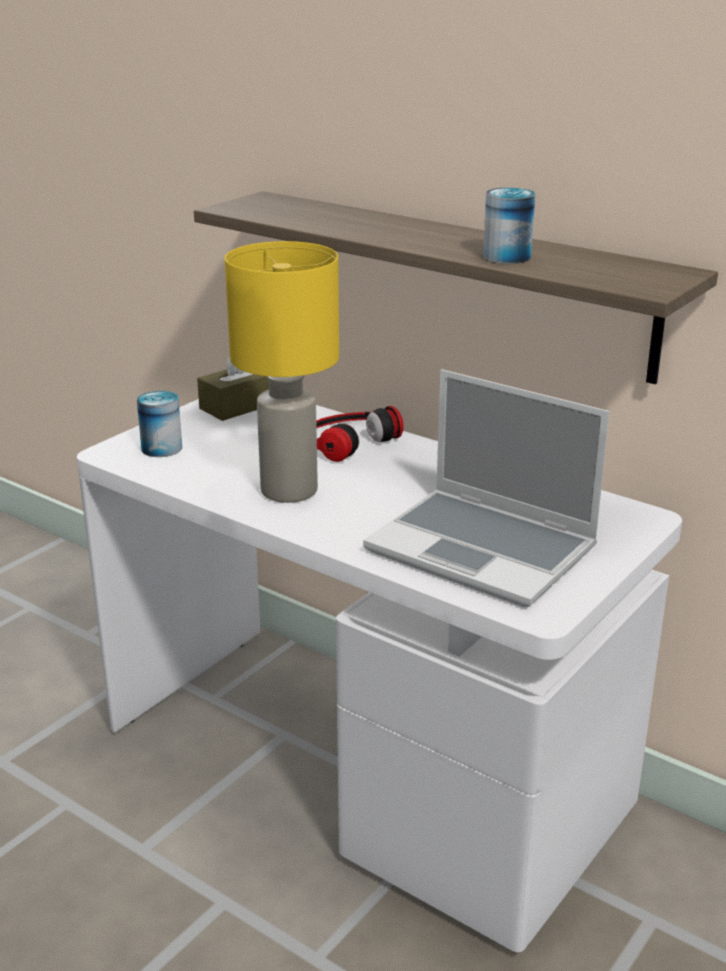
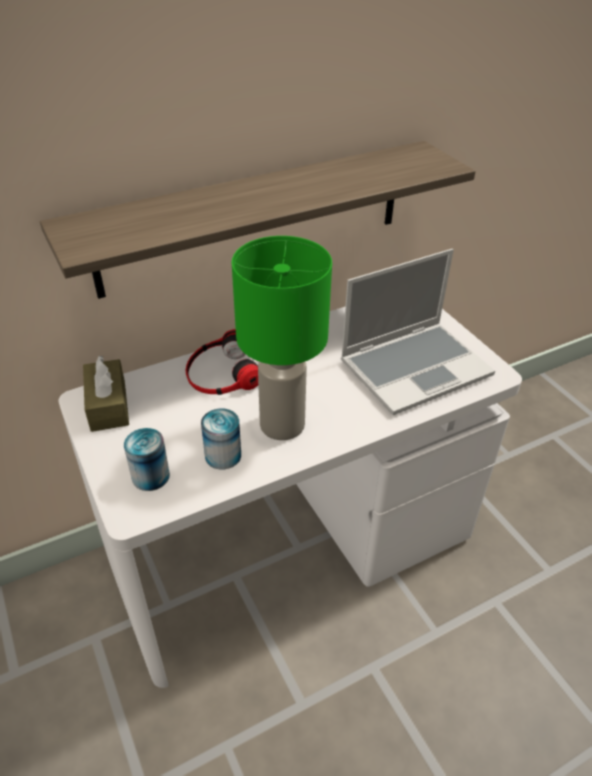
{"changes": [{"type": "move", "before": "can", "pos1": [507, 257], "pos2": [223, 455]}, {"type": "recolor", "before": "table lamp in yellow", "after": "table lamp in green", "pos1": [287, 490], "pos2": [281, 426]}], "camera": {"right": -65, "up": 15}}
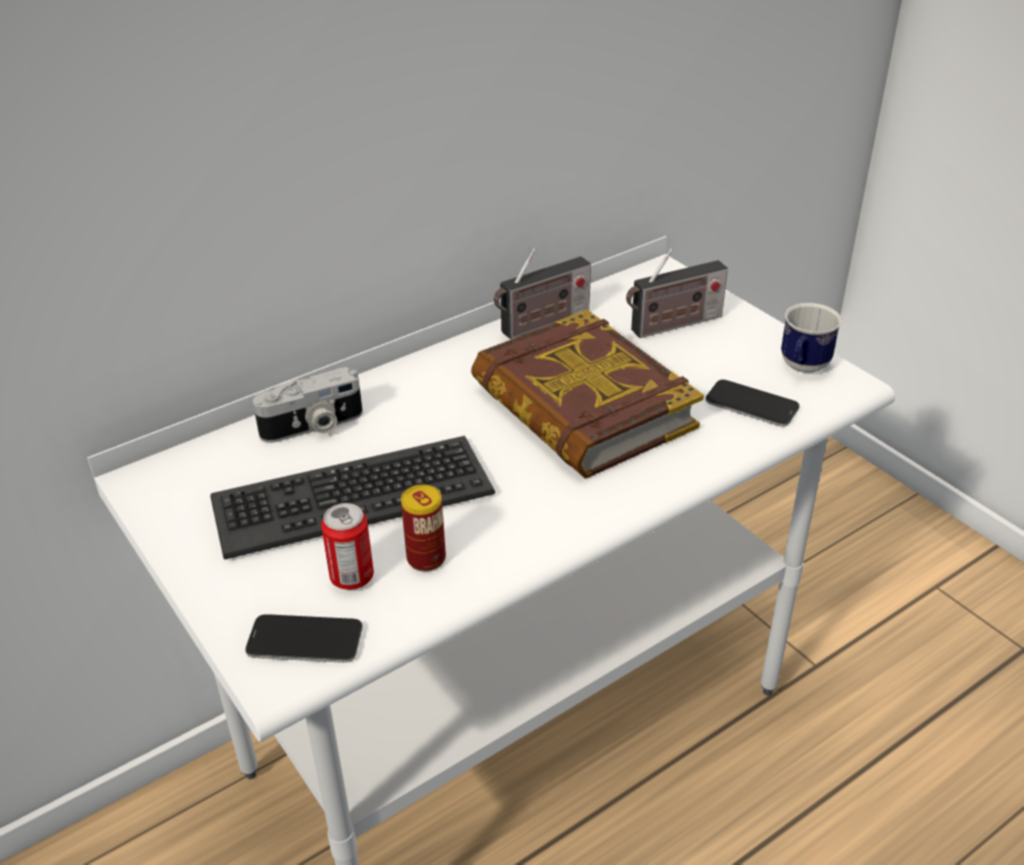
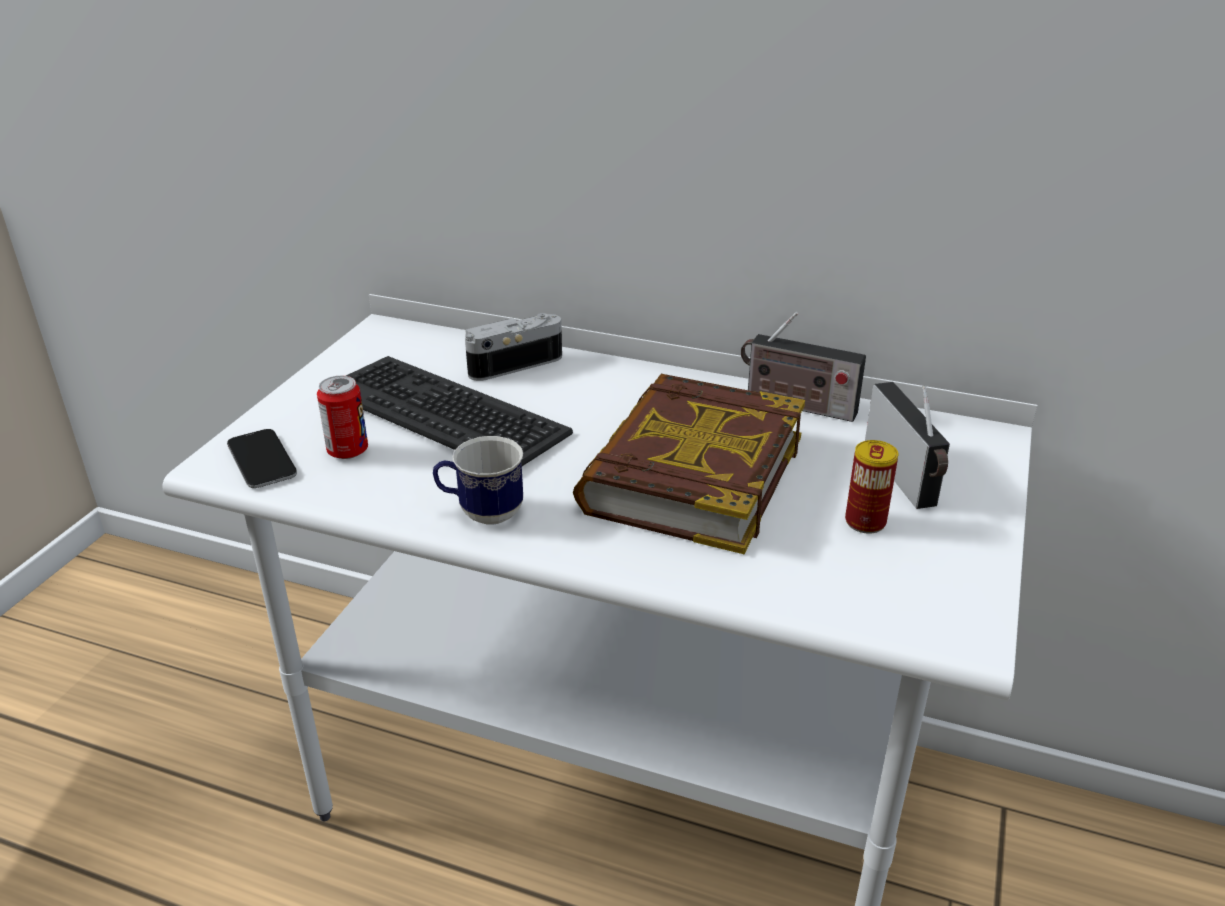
{"changes": [{"type": "rotate", "before": "radio", "pos1": [673, 325], "pos2": [903, 477], "turn": -135}, {"type": "move", "before": "mug", "pos1": [802, 368], "pos2": [482, 513]}, {"type": "rotate", "before": "photo camera", "pos1": [313, 427], "pos2": [513, 363], "turn": 120}, {"type": "delete", "before": "phone", "pos1": [751, 405]}, {"type": "move", "before": "can", "pos1": [426, 558], "pos2": [865, 522]}], "camera": {"right": 55, "up": -5}}
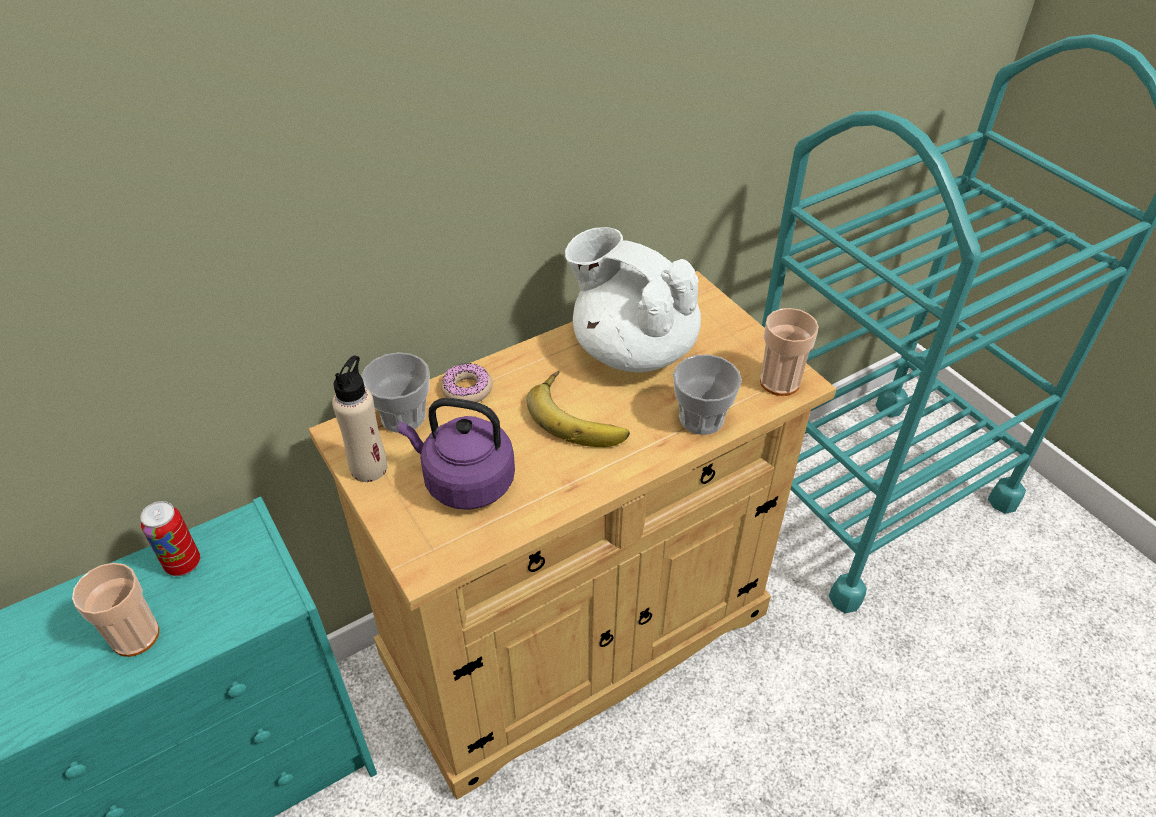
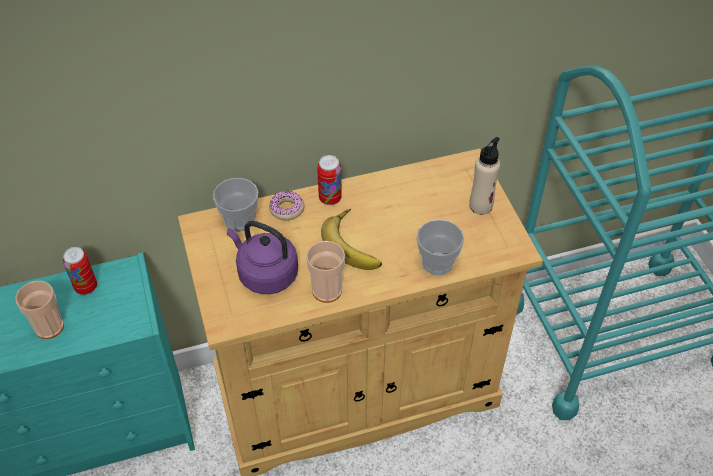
{"changes": [{"type": "delete", "before": "teapot in white", "pos1": [632, 349]}, {"type": "move", "before": "cup", "pos1": [779, 382], "pos2": [327, 290]}, {"type": "move", "before": "bottle in beige", "pos1": [369, 468], "pos2": [481, 206]}, {"type": "insert", "after": "can", "pos2": [330, 198]}], "camera": {"right": 15, "up": 5}}
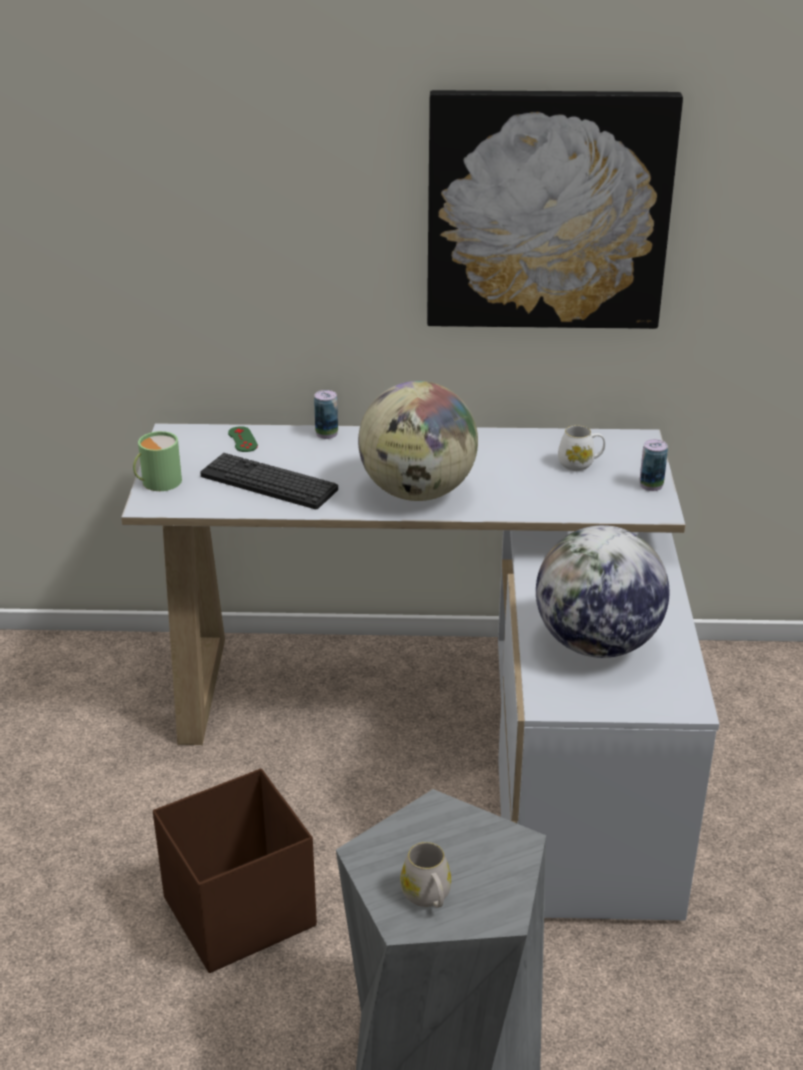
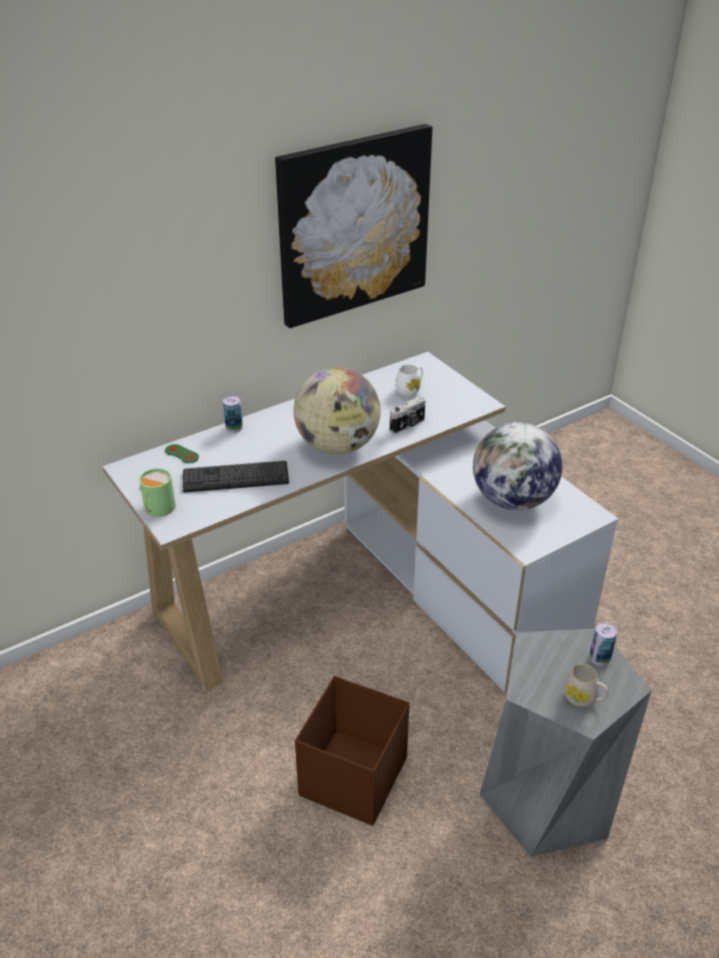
{"changes": [{"type": "move", "before": "can", "pos1": [651, 485], "pos2": [599, 658]}, {"type": "insert", "after": "photo camera", "pos2": [408, 426]}], "camera": {"right": -35, "up": 5}}
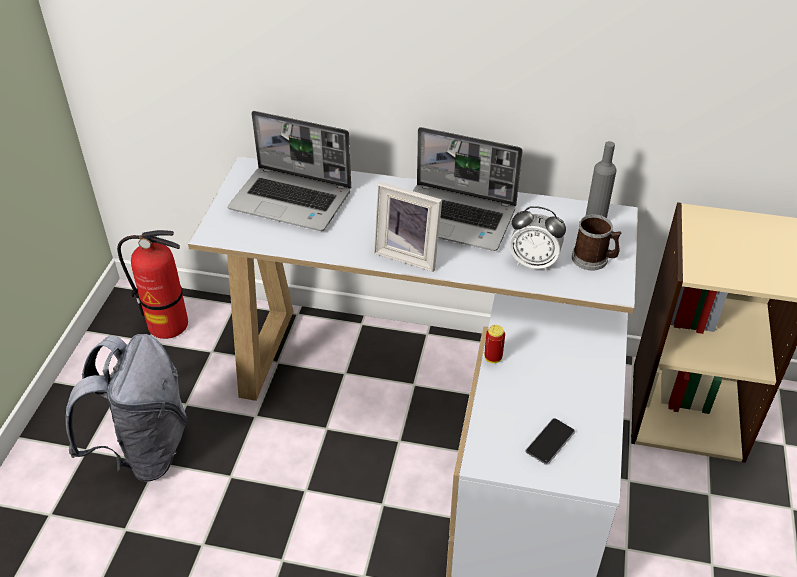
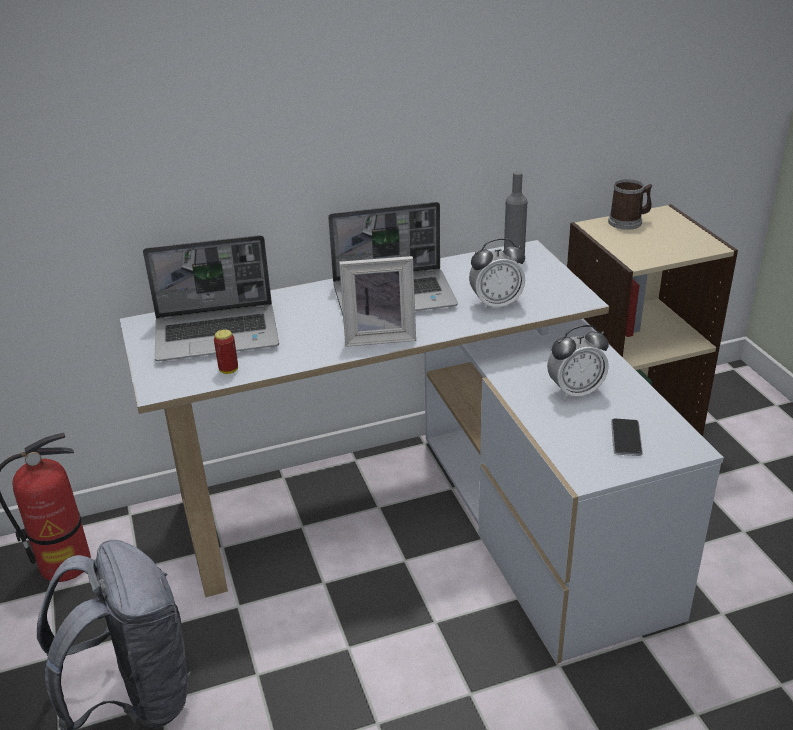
{"changes": [{"type": "move", "before": "mug", "pos1": [594, 259], "pos2": [629, 222]}, {"type": "move", "before": "can", "pos1": [493, 358], "pos2": [228, 370]}, {"type": "insert", "after": "alarm clock", "pos2": [575, 391]}], "camera": {"right": -30, "up": -10}}
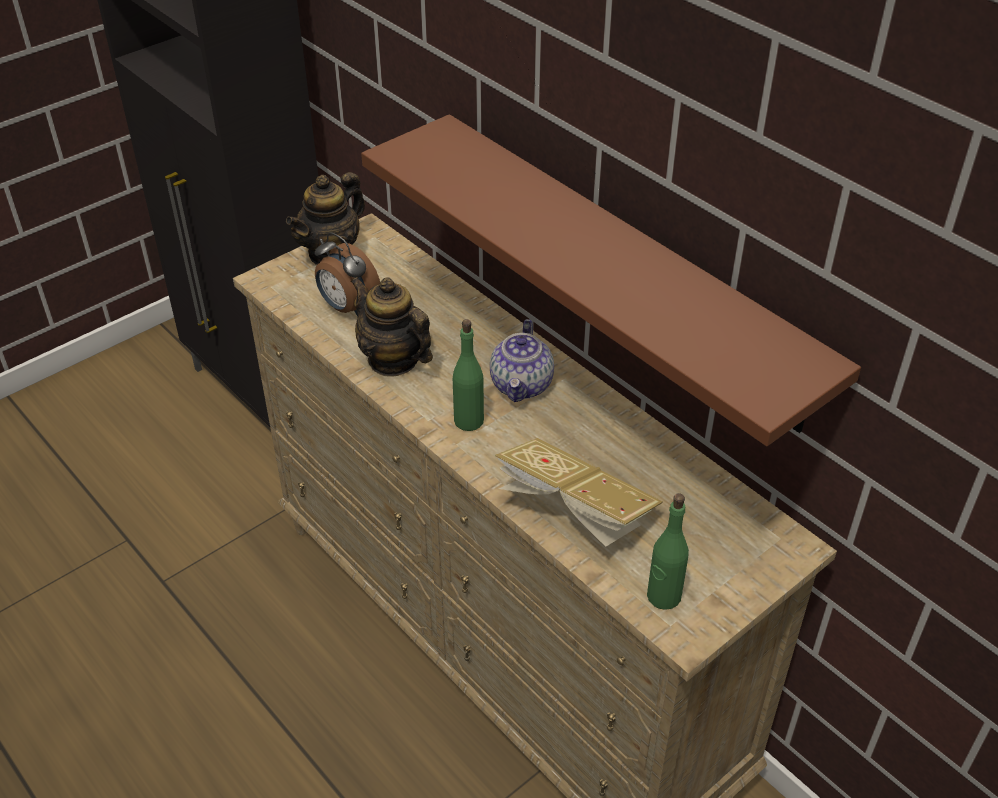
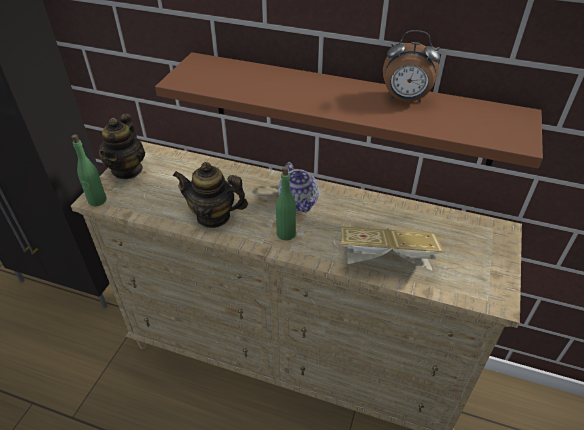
{"changes": [{"type": "move", "before": "alarm clock", "pos1": [347, 307], "pos2": [405, 99]}, {"type": "move", "before": "bottle in green", "pos1": [663, 596], "pos2": [97, 200]}], "camera": {"right": -30, "up": 0}}
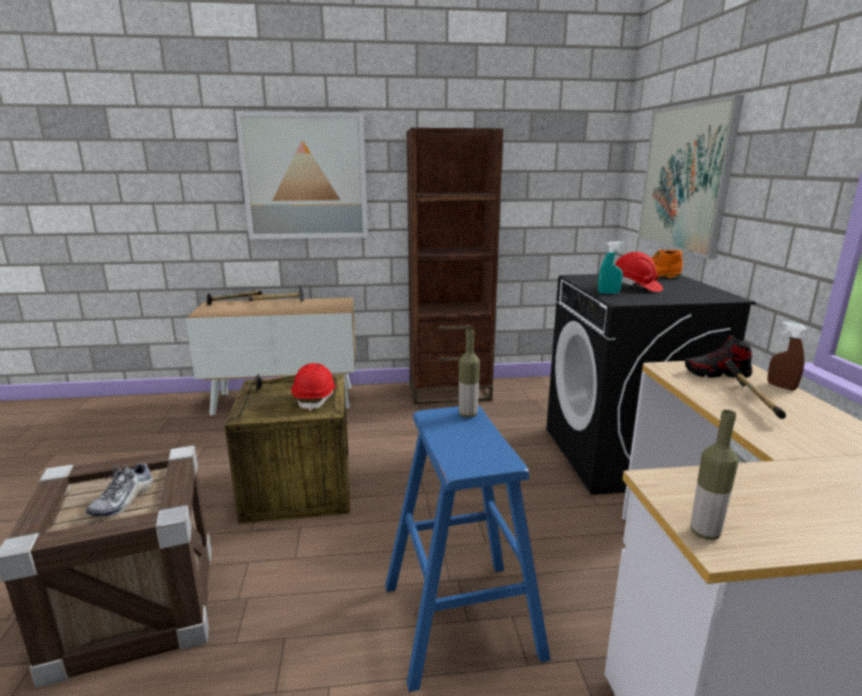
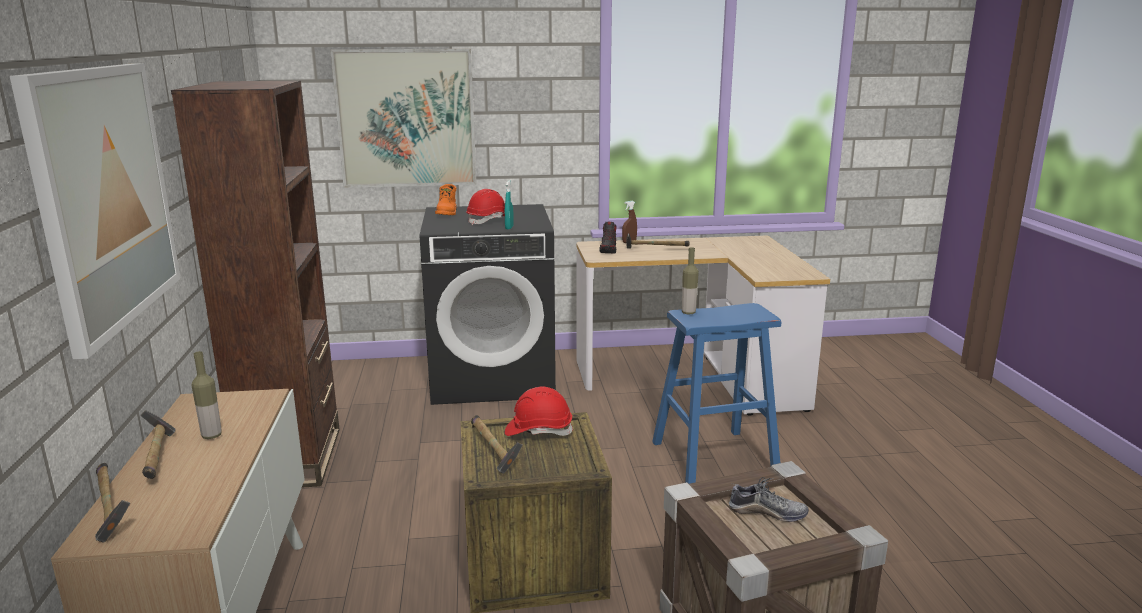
{"changes": [{"type": "move", "before": "bottle", "pos1": [705, 532], "pos2": [211, 436]}], "camera": {"right": -90, "up": 0}}
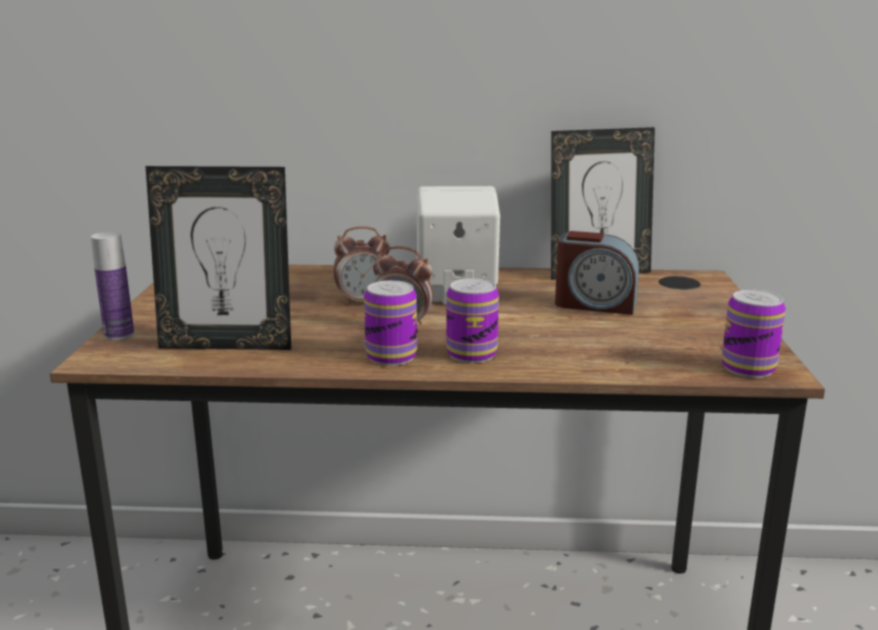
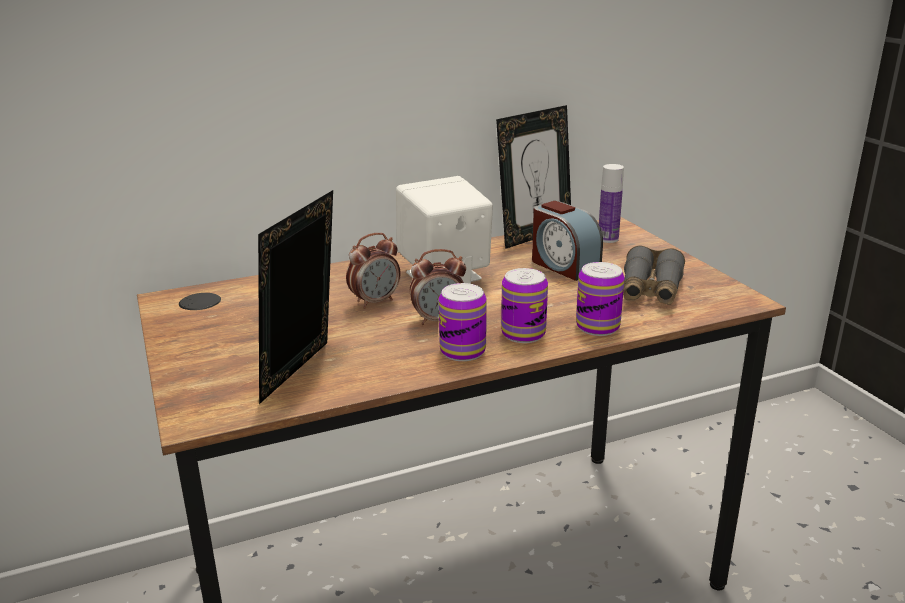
{"changes": [{"type": "rotate", "before": "picture frame", "pos1": [227, 344], "pos2": [304, 373], "turn": 135}, {"type": "rotate", "before": "alarm clock", "pos1": [595, 304], "pos2": [563, 266], "turn": 60}, {"type": "move", "before": "bottle", "pos1": [119, 335], "pos2": [608, 239]}, {"type": "move", "before": "can", "pos1": [748, 368], "pos2": [597, 327]}, {"type": "insert", "after": "binoculars in grey", "pos2": [650, 289]}], "camera": {"right": -25, "up": 5}}
